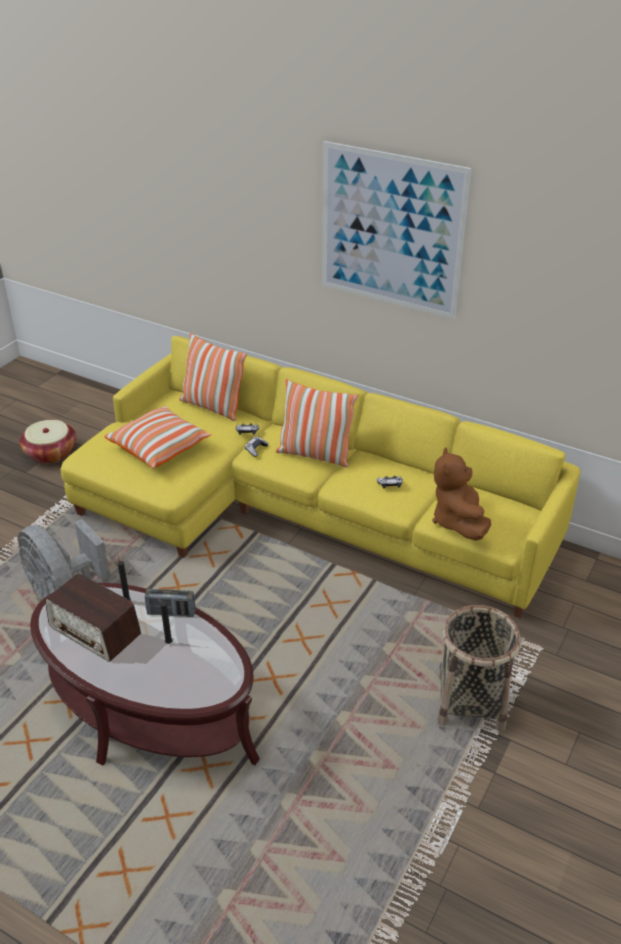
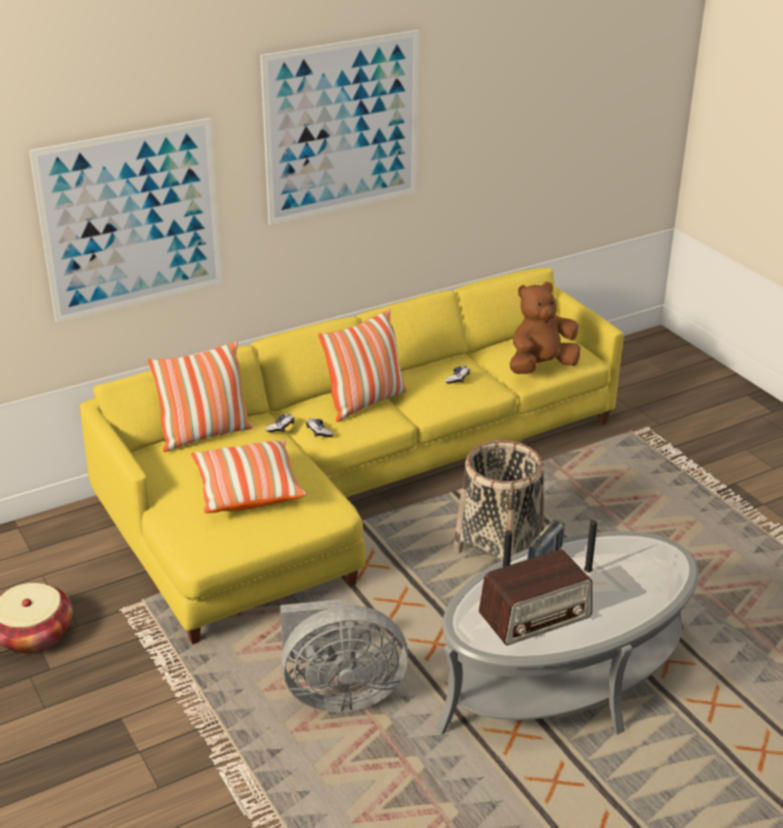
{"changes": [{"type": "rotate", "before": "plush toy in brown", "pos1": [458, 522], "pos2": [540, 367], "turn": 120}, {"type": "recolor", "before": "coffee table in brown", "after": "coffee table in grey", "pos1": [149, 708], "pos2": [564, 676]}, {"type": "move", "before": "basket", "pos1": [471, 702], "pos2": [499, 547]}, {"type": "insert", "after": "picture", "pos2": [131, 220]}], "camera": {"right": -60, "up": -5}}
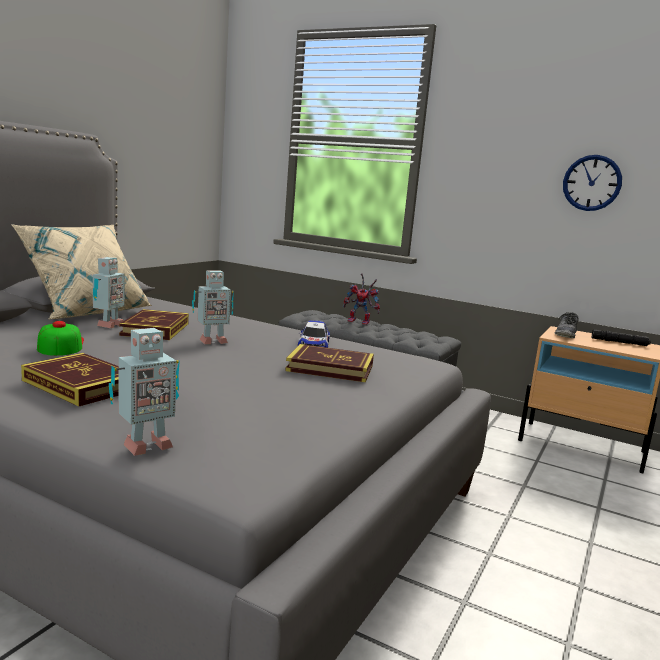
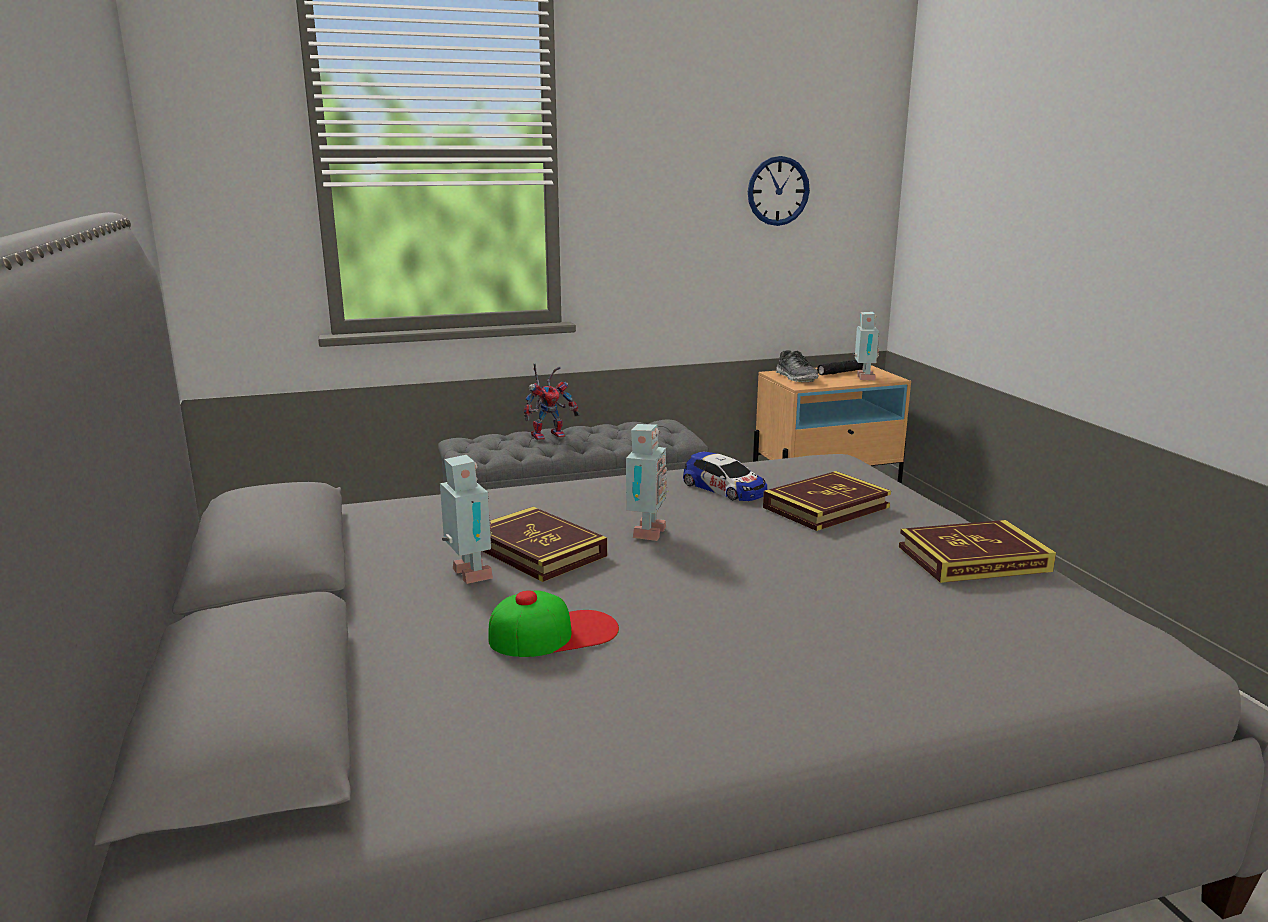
{"changes": [{"type": "delete", "before": "pillow in beige", "pos1": [87, 312]}, {"type": "rotate", "before": "cap", "pos1": [60, 345], "pos2": [554, 633], "turn": 135}, {"type": "move", "before": "toy robot", "pos1": [145, 446], "pos2": [863, 378]}, {"type": "move", "before": "book", "pos1": [80, 385], "pos2": [973, 559]}], "camera": {"right": -45, "up": 5}}
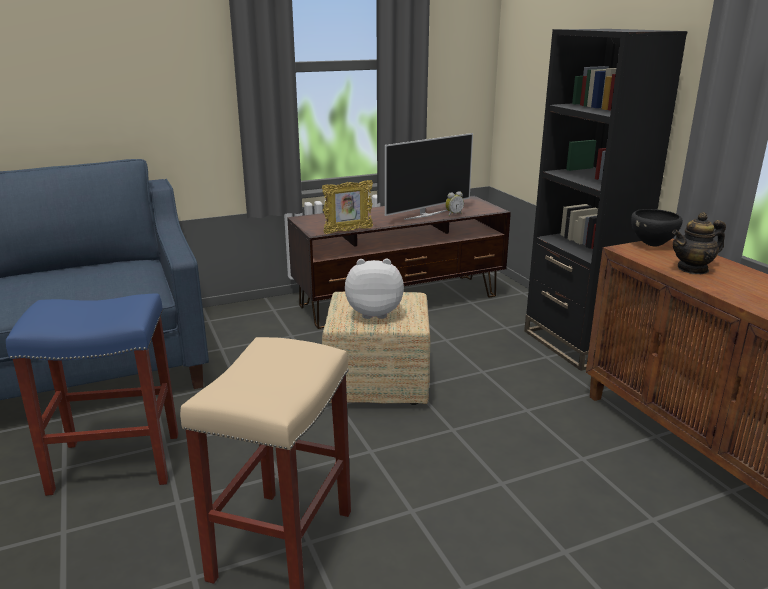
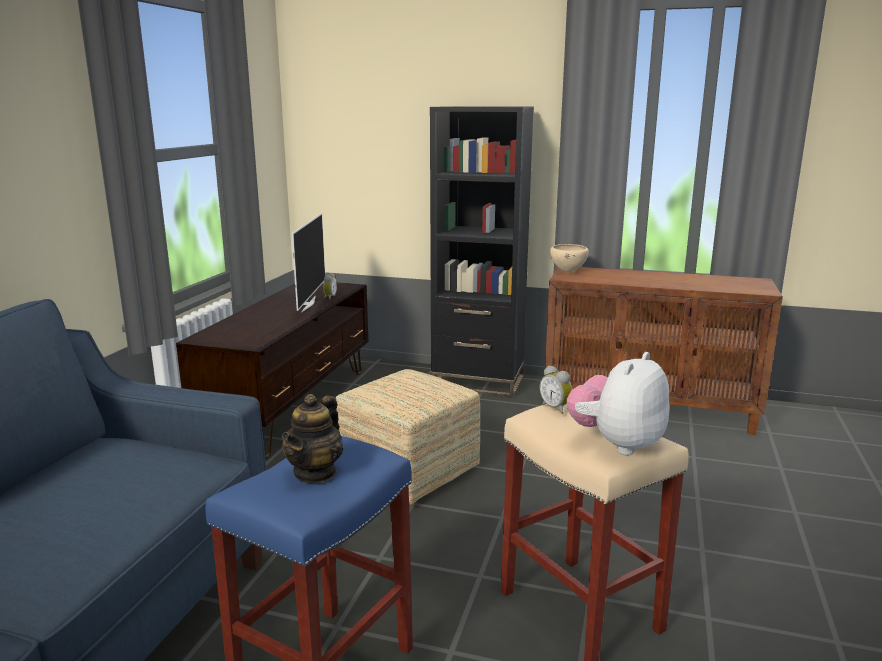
{"changes": [{"type": "delete", "before": "picture frame", "pos1": [348, 231]}, {"type": "recolor", "before": "bowl in black", "after": "bowl in beige", "pos1": [652, 245], "pos2": [568, 272]}, {"type": "move", "before": "teapot", "pos1": [693, 269], "pos2": [315, 472]}, {"type": "move", "before": "plush toy", "pos1": [374, 313], "pos2": [617, 444]}, {"type": "insert", "after": "alarm clock", "pos2": [556, 408]}], "camera": {"right": -50, "up": -5}}
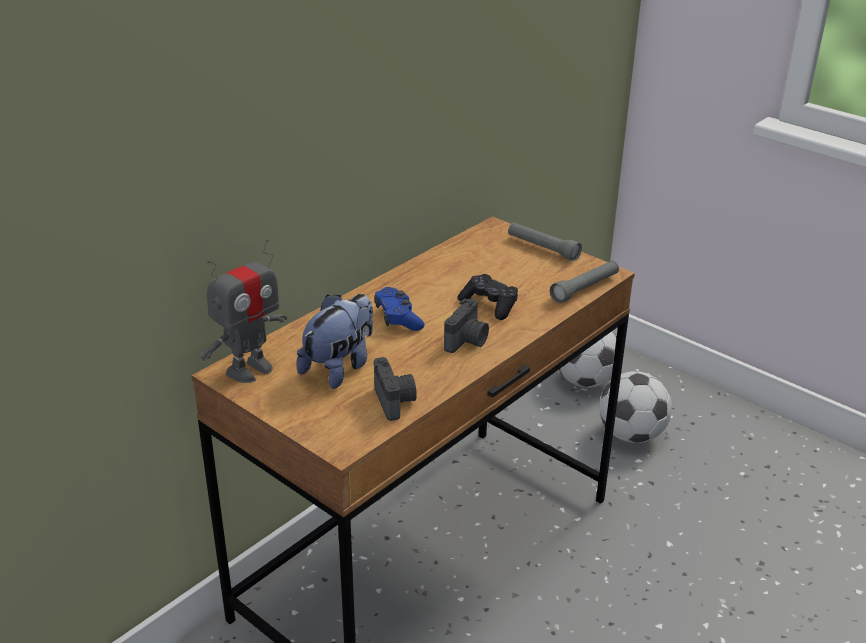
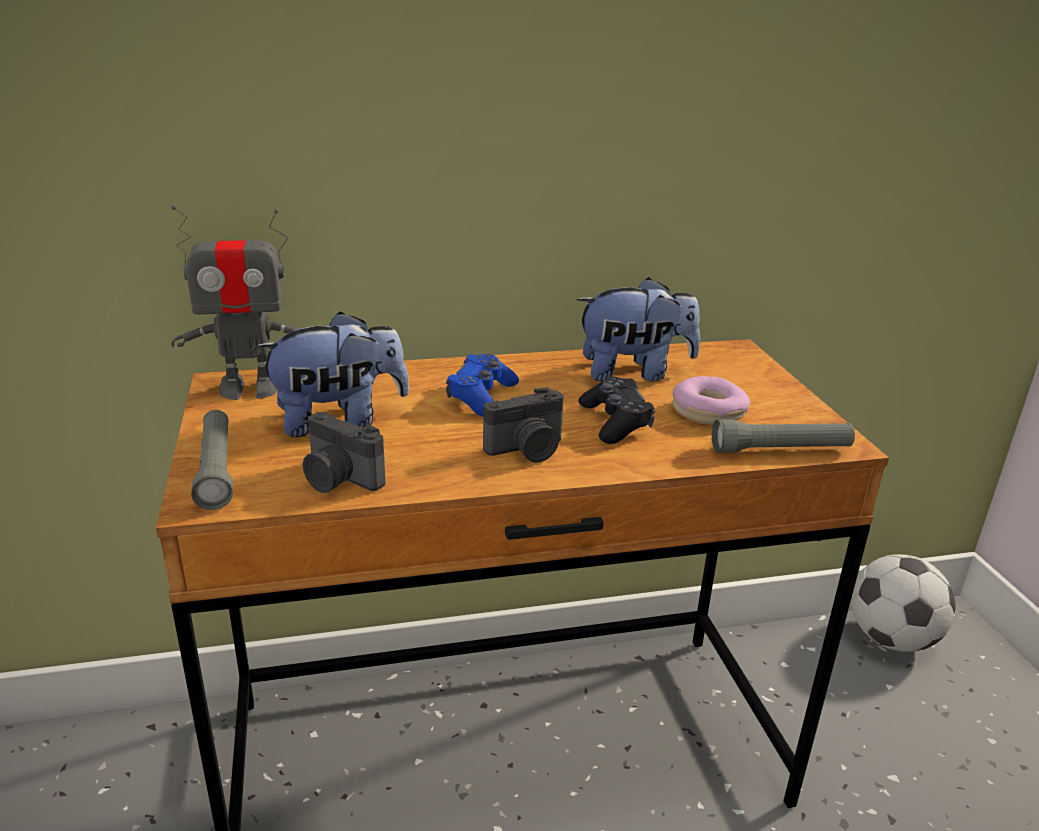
{"changes": [{"type": "move", "before": "flashlight in grey", "pos1": [543, 248], "pos2": [216, 470]}, {"type": "rotate", "before": "photo camera", "pos1": [395, 401], "pos2": [338, 479], "turn": 105}, {"type": "delete", "before": "football", "pos1": [631, 435]}, {"type": "insert", "after": "plush toy", "pos2": [634, 372]}, {"type": "insert", "after": "donut", "pos2": [708, 412]}], "camera": {"right": 35, "up": -5}}
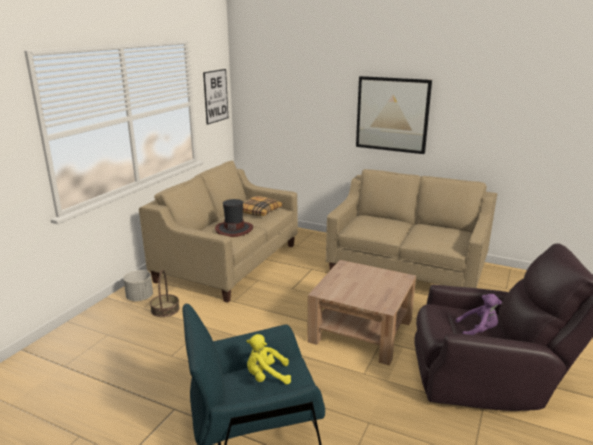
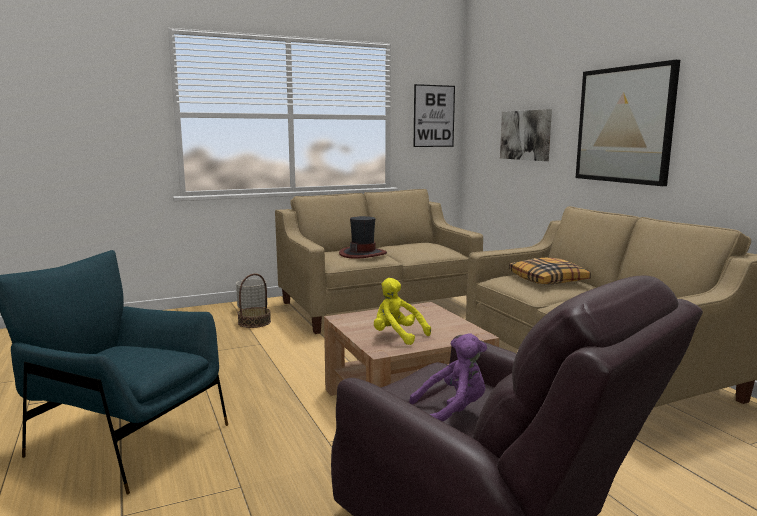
{"changes": [{"type": "move", "before": "pillow", "pos1": [258, 211], "pos2": [548, 280]}, {"type": "rotate", "before": "plush toy in purple", "pos1": [478, 330], "pos2": [453, 411], "turn": -60}, {"type": "move", "before": "plush toy in yellow", "pos1": [266, 376], "pos2": [397, 336]}, {"type": "insert", "after": "picture", "pos2": [525, 135]}], "camera": {"right": 40, "up": -10}}
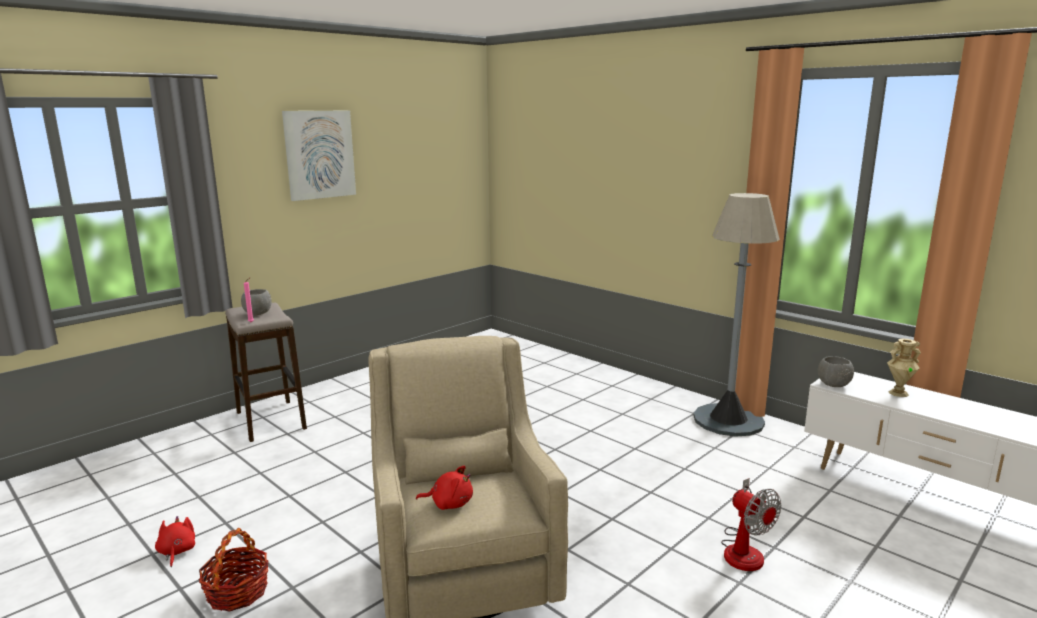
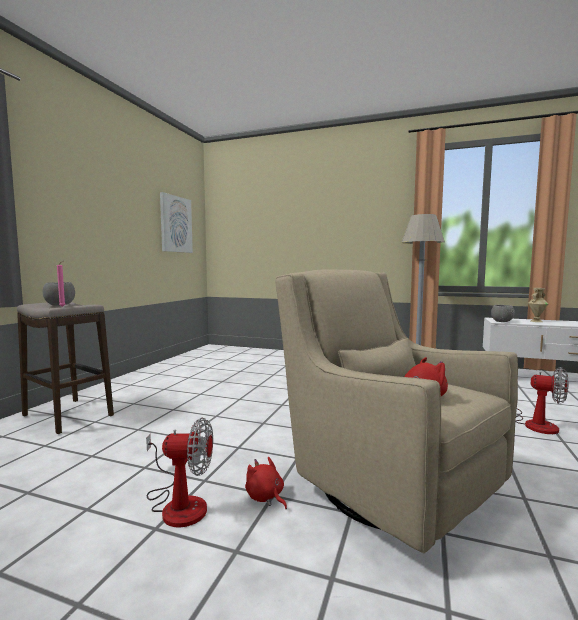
{"changes": [{"type": "move", "before": "picture", "pos1": [319, 154], "pos2": [175, 224]}, {"type": "move", "before": "plush toy in red", "pos1": [176, 552], "pos2": [265, 497]}, {"type": "delete", "before": "basket", "pos1": [237, 592]}, {"type": "insert", "after": "fan", "pos2": [178, 504]}], "camera": {"right": -25, "up": -10}}
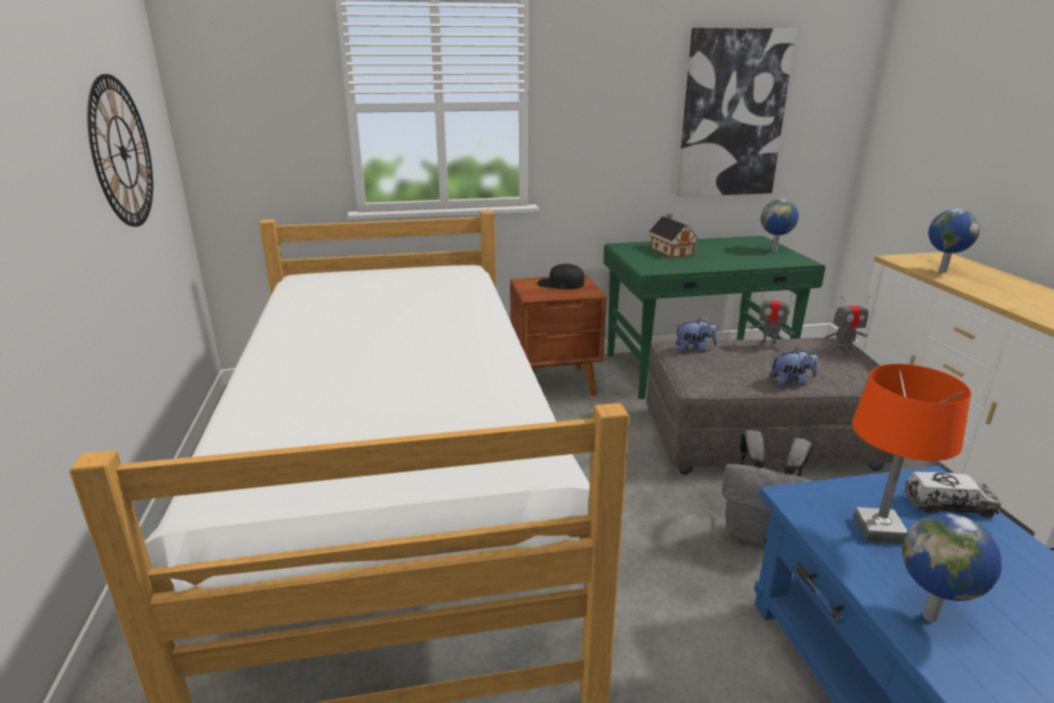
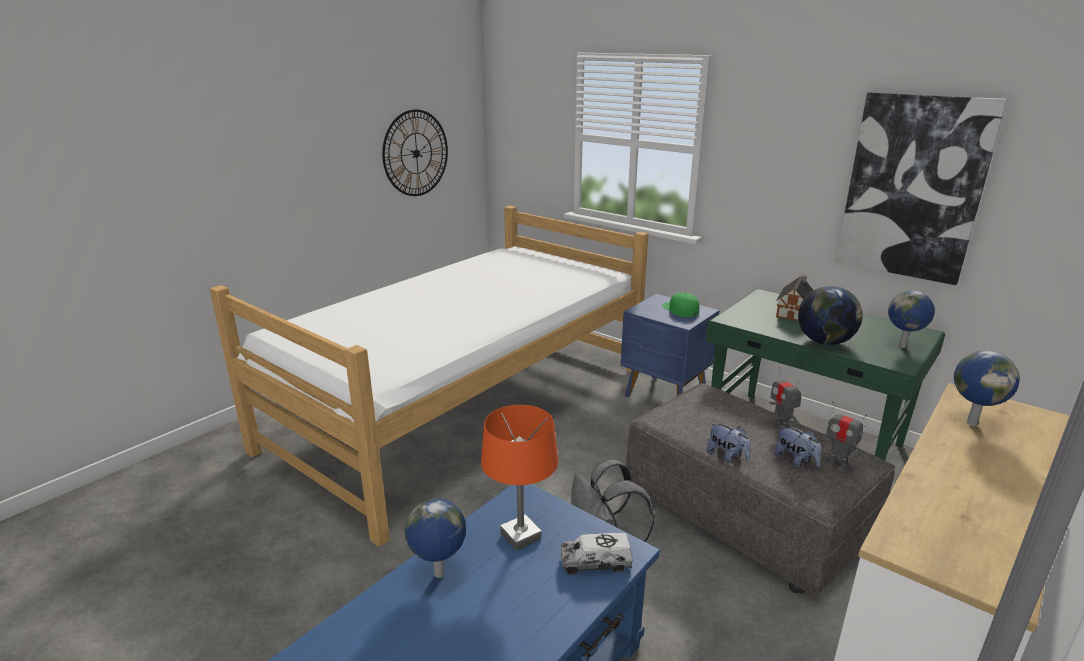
{"changes": [{"type": "recolor", "before": "cap in black", "after": "cap in green", "pos1": [560, 283], "pos2": [680, 309]}, {"type": "recolor", "before": "nightstand in brown", "after": "nightstand in blue", "pos1": [555, 385], "pos2": [666, 396]}, {"type": "move", "before": "plush toy", "pos1": [694, 350], "pos2": [795, 461]}, {"type": "rotate", "before": "toy truck", "pos1": [948, 505], "pos2": [595, 563], "turn": 120}, {"type": "insert", "after": "globe", "pos2": [825, 342]}], "camera": {"right": 50, "up": 0}}
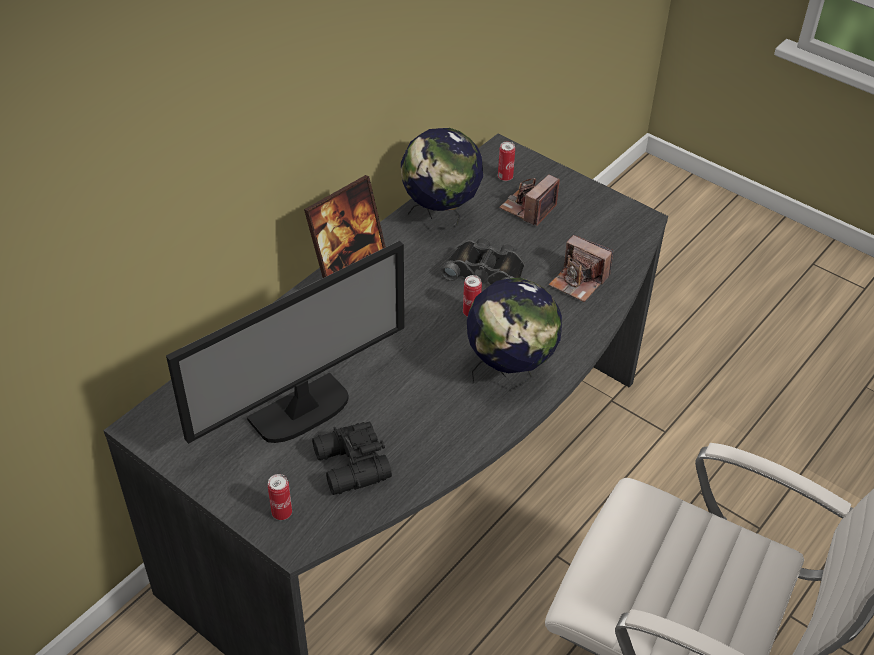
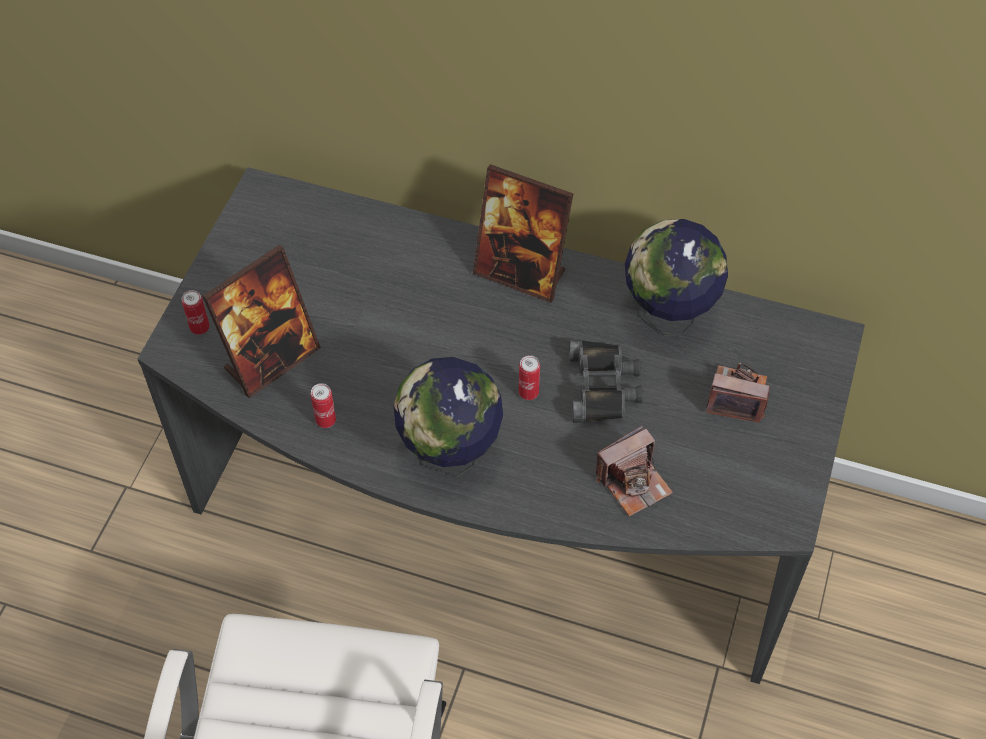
{"changes": [{"type": "move", "before": "can", "pos1": [505, 177], "pos2": [326, 420]}, {"type": "rotate", "before": "photo camera", "pos1": [578, 281], "pos2": [633, 482], "turn": -135}, {"type": "delete", "before": "monitor", "pos1": [302, 412]}, {"type": "replace", "before": "binoculars in black", "after": "picture frame", "pos1": [350, 467], "pos2": [271, 360]}], "camera": {"right": 70, "up": 10}}
